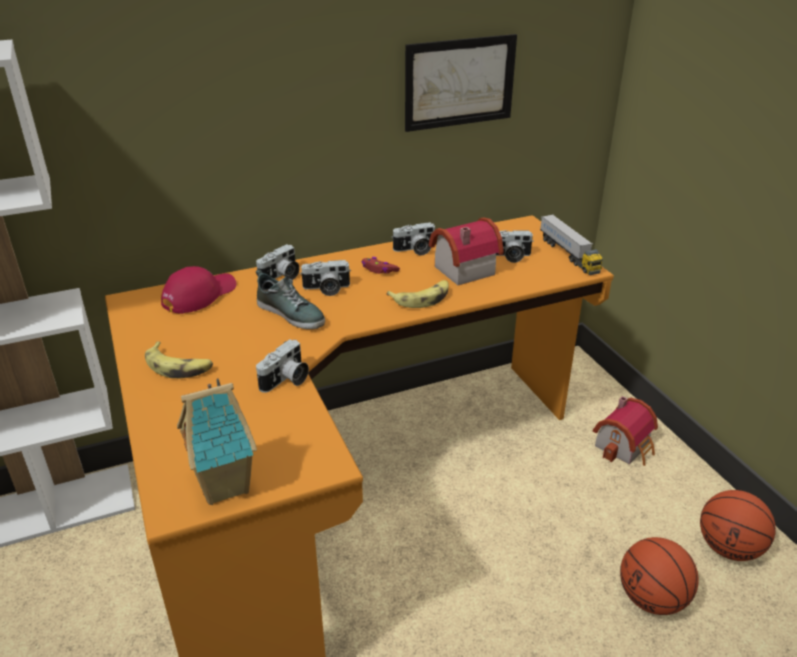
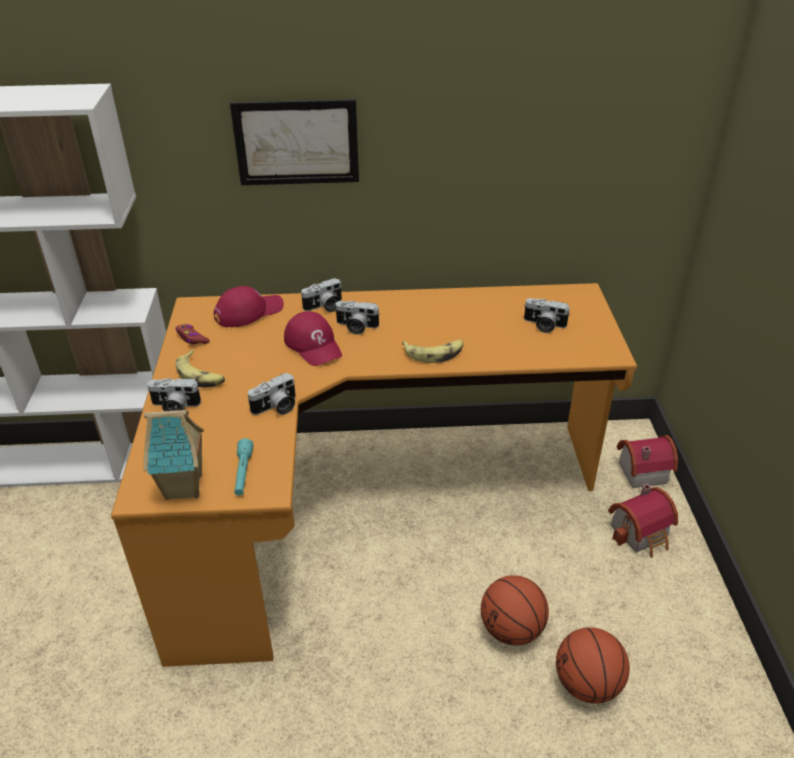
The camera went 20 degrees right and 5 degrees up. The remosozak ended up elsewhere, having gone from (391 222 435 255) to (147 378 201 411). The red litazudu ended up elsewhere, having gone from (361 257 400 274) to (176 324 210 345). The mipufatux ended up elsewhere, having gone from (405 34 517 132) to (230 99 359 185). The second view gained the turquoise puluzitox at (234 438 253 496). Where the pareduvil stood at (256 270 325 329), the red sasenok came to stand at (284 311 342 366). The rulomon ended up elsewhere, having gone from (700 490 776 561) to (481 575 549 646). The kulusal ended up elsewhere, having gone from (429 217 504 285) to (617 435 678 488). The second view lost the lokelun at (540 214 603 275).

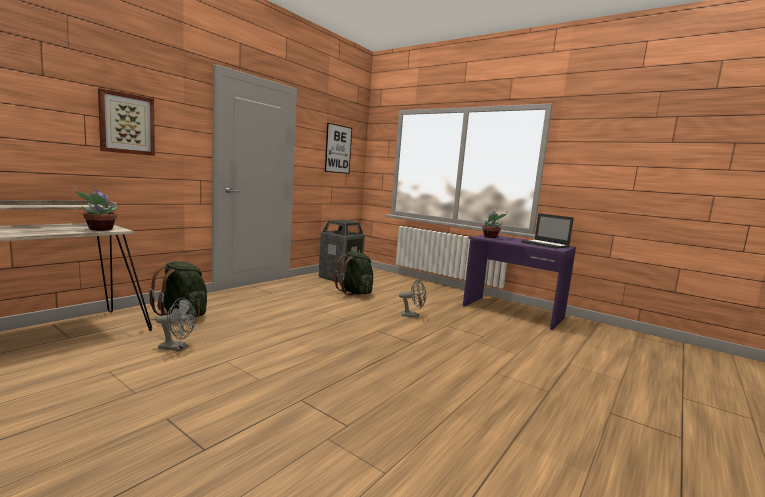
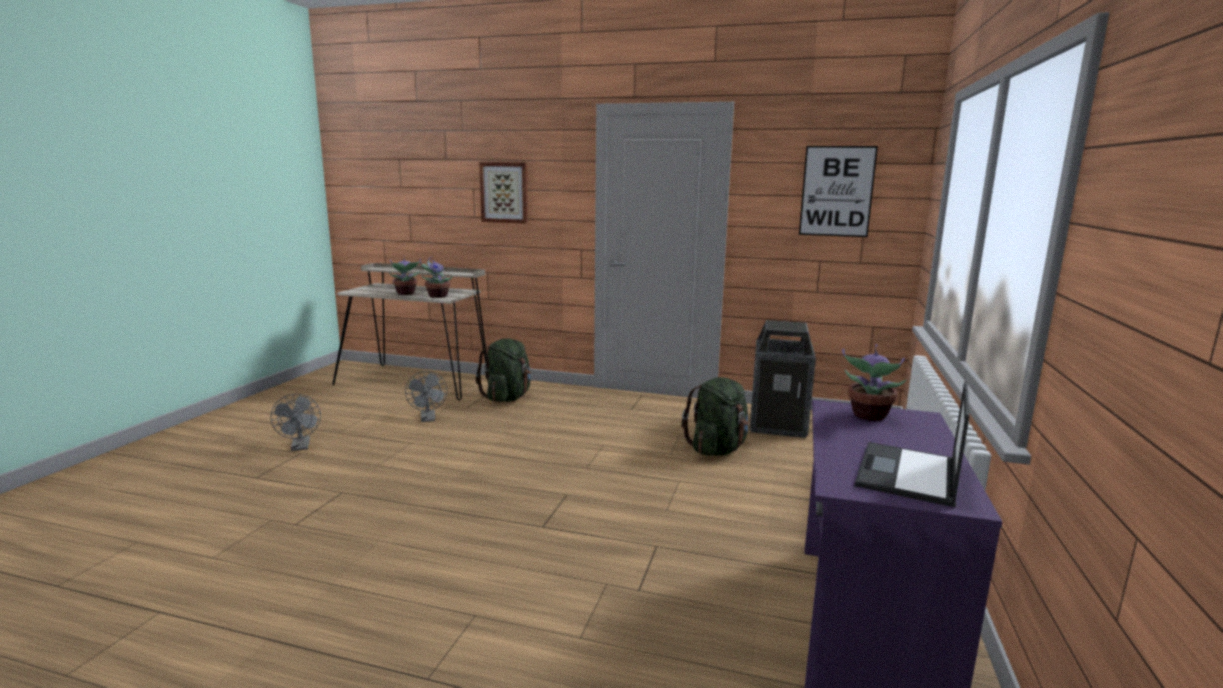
The camera went 70 degrees right and 5 degrees up. The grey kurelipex ended up elsewhere, having gone from (399 279 426 318) to (270 394 321 451). The second view gained the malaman at (389 255 421 295).

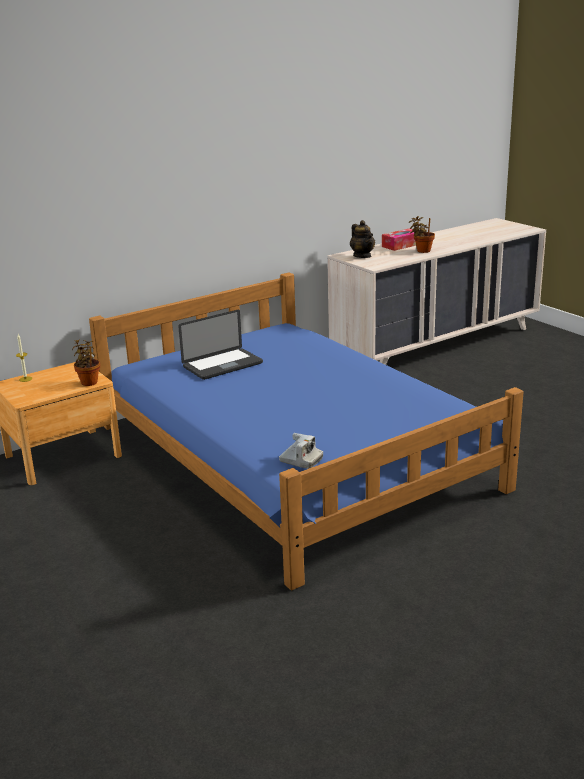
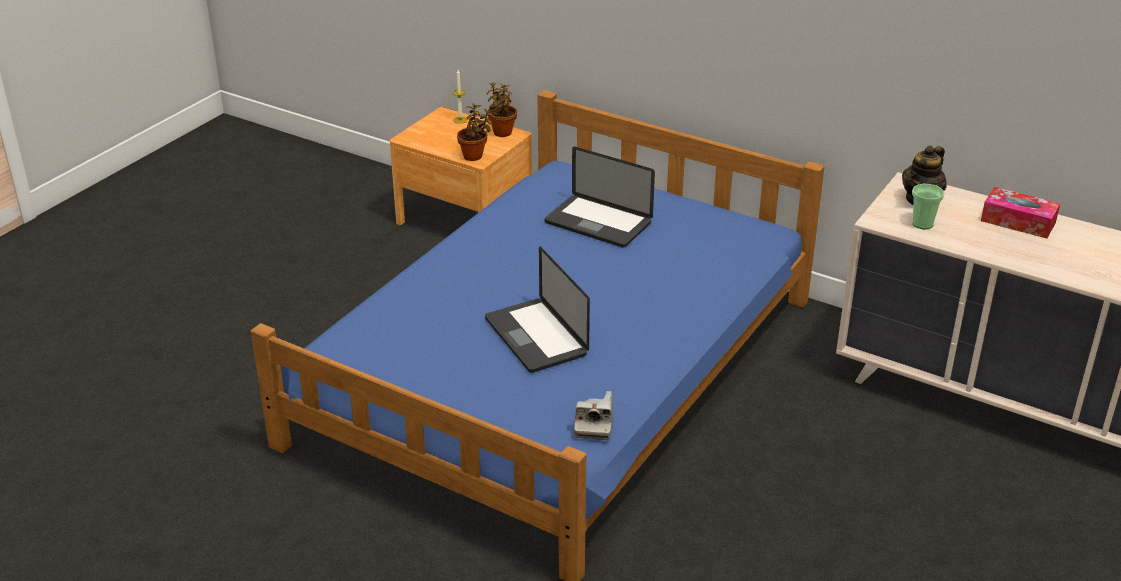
The camera went 65 degrees right and 10 degrees up. The second view gained the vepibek at (485 246 590 373). The malaman ended up elsewhere, having gone from (409 216 435 253) to (487 83 517 137). The remosozak ended up elsewhere, having gone from (279 433 323 469) to (574 391 613 440). The second view gained the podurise at (912 184 944 229).

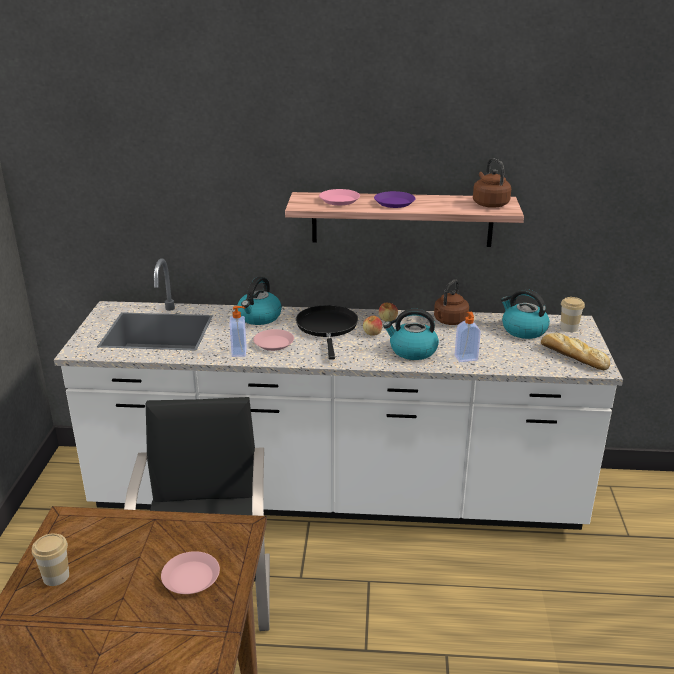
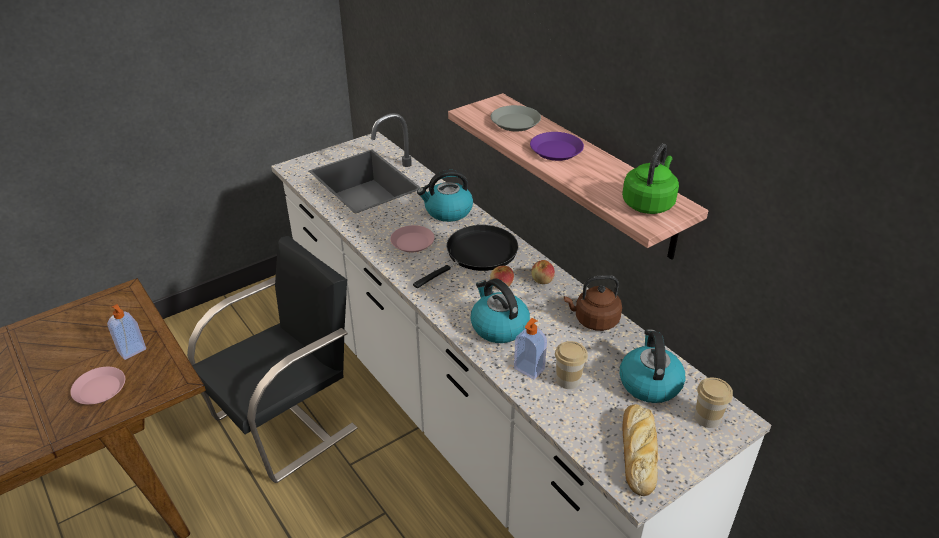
The camera went 50 degrees right and 10 degrees up. The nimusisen ended up elsewhere, having gone from (230 306 247 357) to (107 304 146 360). What was the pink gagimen at (319 189 360 205) turned into the grey gagimen at (491 105 541 131). The podurise ended up elsewhere, having gone from (32 533 69 586) to (555 341 588 389). What was the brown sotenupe at (473 158 511 208) turned into the green sotenupe at (622 143 679 214).

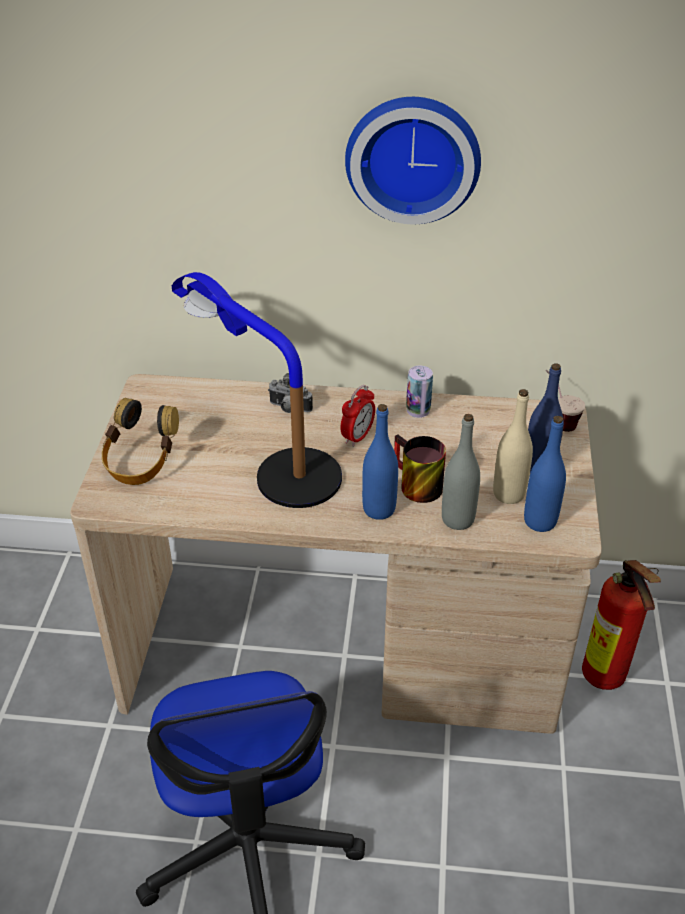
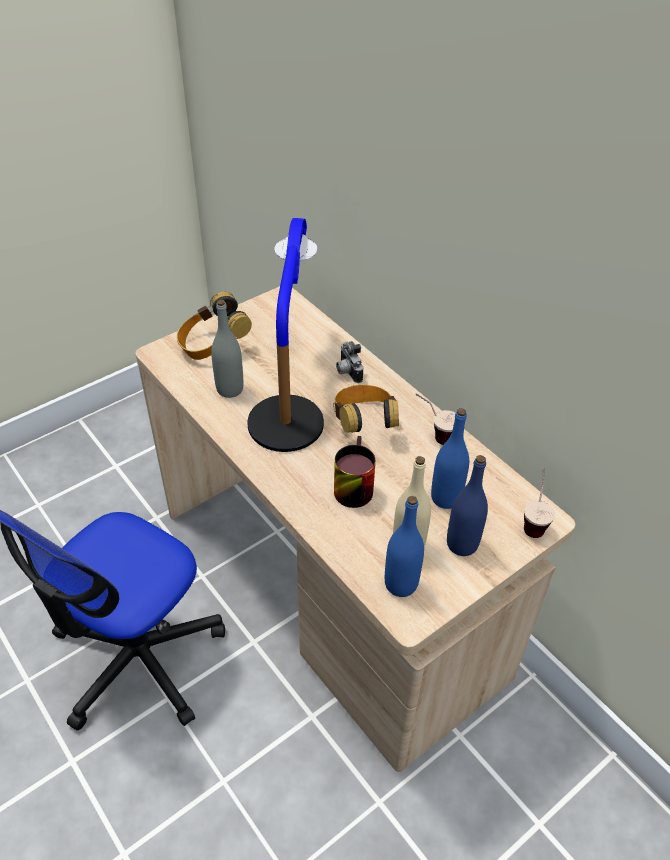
The camera went 45 degrees right and 5 degrees up. The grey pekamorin ended up elsewhere, having gone from (442 414 480 530) to (211 299 243 398). Where the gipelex stood at (340 385 375 447), the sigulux came to stand at (333 385 399 433). Where the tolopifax stood at (406 366 433 418), the podurise came to stand at (415 393 456 445). The blue pekamorin ended up elsewhere, having gone from (362 404 398 520) to (431 408 469 509). The second view lost the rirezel at (345 97 481 224). The second view lost the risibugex at (582 560 661 690).

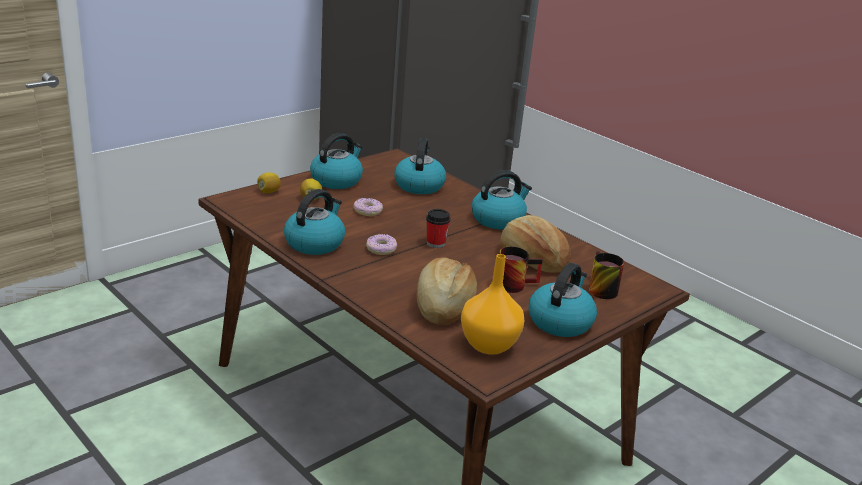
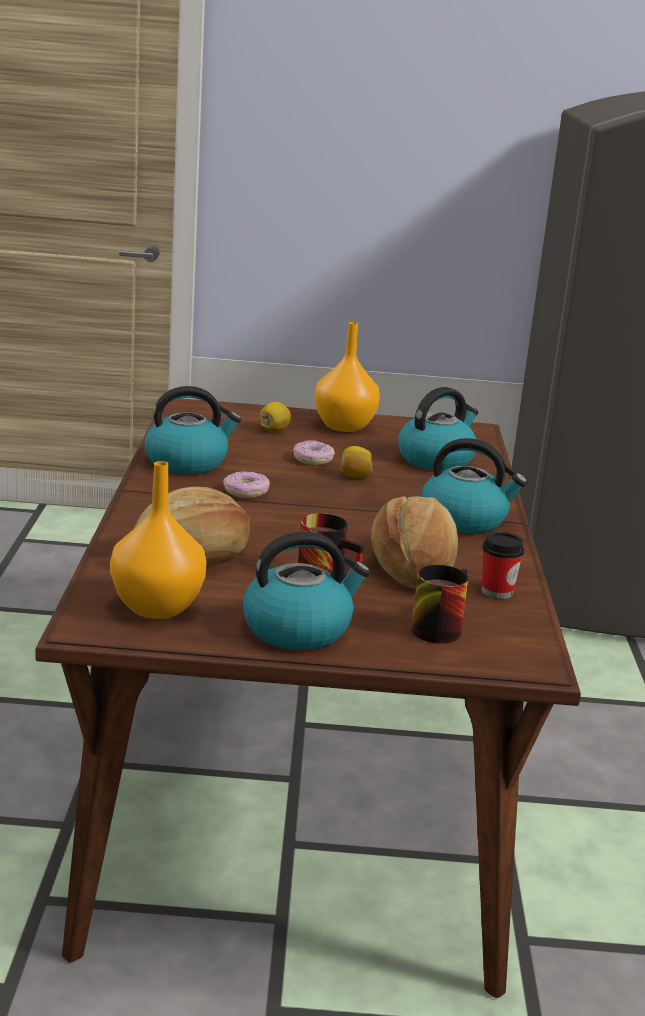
The camera went 45 degrees right and 5 degrees down. Where the sotenupe stood at (310 133 363 189), the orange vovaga came to stand at (314 322 380 432). The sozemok ended up elsewhere, having gone from (257 172 281 193) to (340 446 373 478). The podurise ended up elsewhere, having gone from (426 209 450 248) to (482 532 524 599).

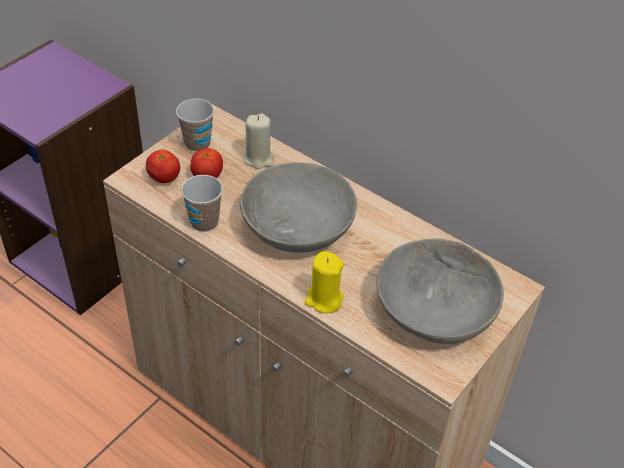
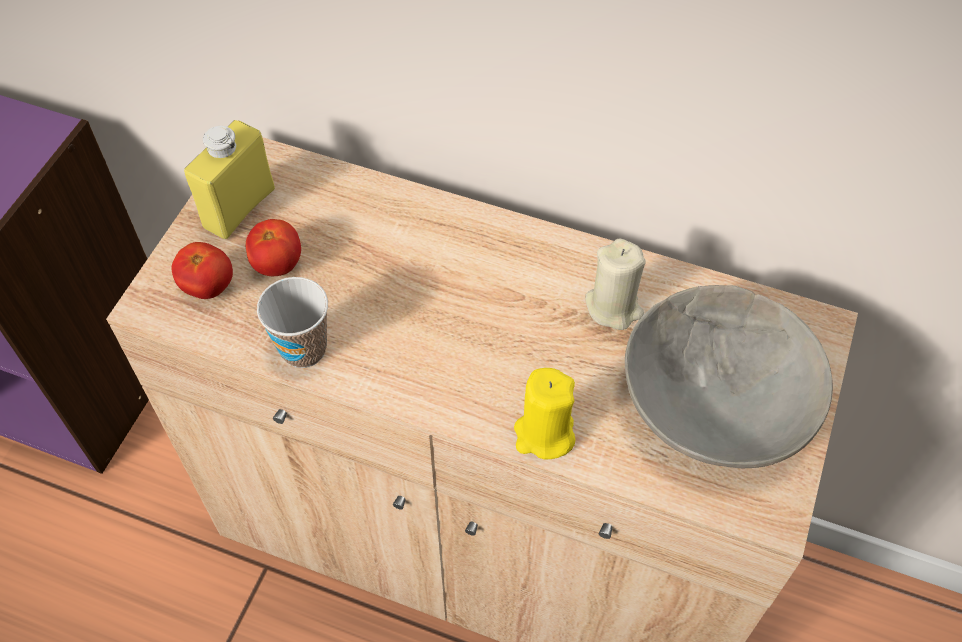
The camera went 15 degrees left and 10 degrees up. Where the podurise stood at (176 99 214 151), the yellow pekamorin came to stand at (184 120 275 239). The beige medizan ended up elsewhere, having gone from (244 114 274 169) to (585 238 646 330). The second view lost the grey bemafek at (240 162 357 253).

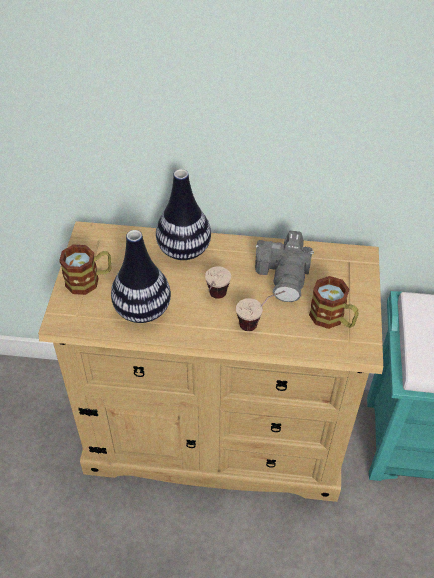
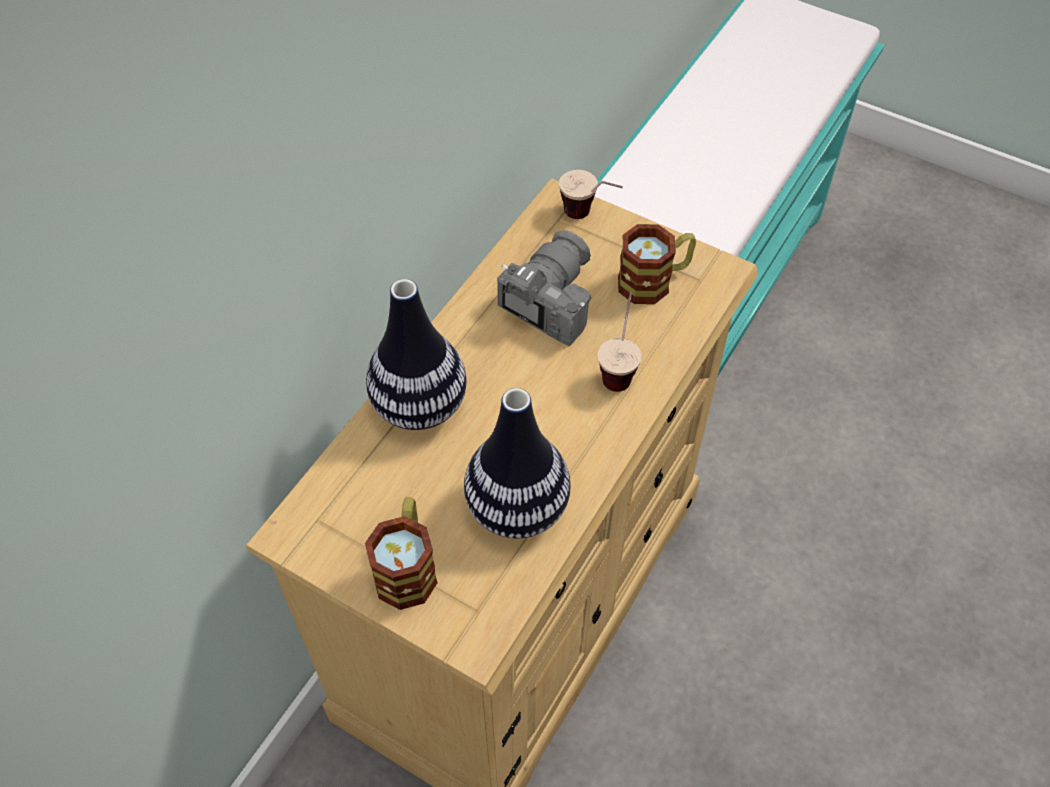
The camera went 65 degrees left and 5 degrees up. The remosozak at (255 230 314 302) ended up facing another way, 90 degrees counterclockwise from before. The podurise ended up elsewhere, having gone from (205 266 231 299) to (559 170 623 219).

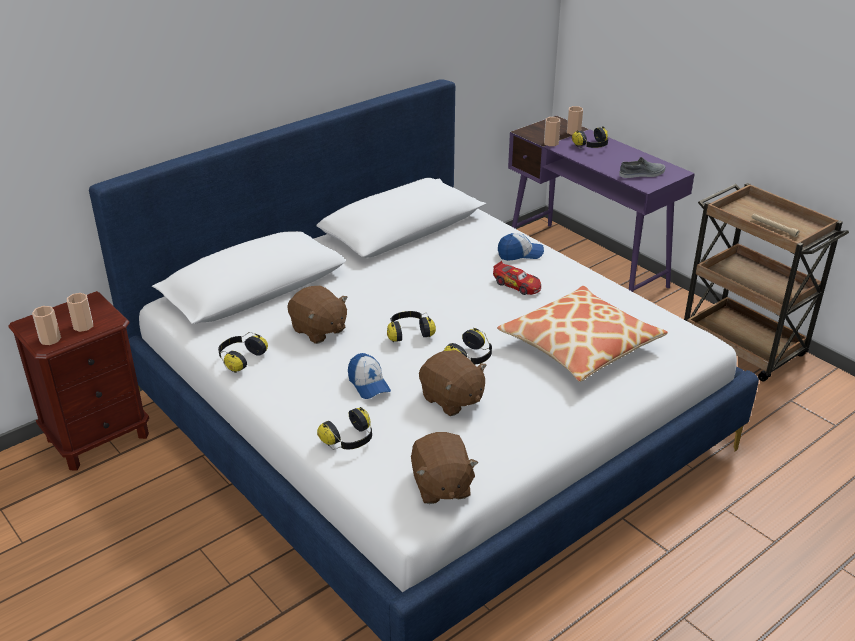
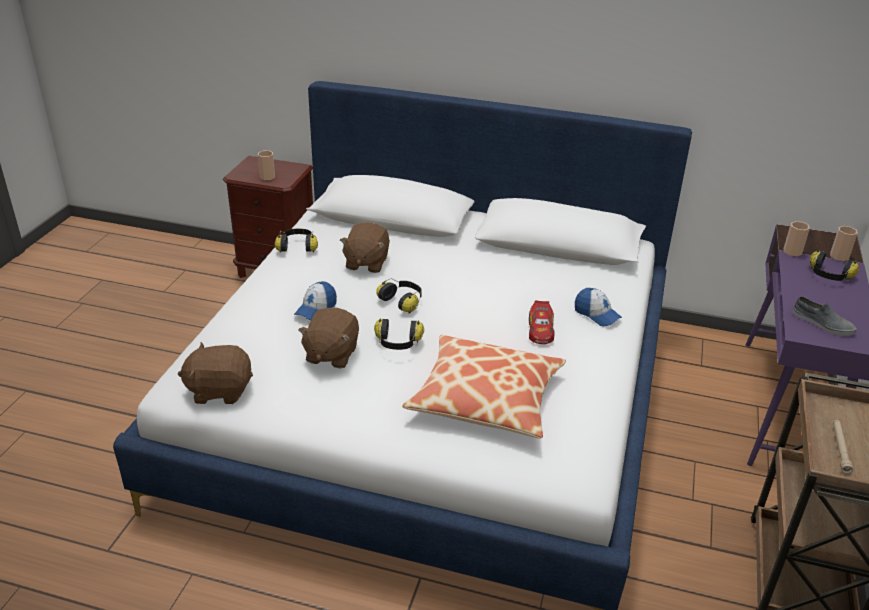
The camera went 55 degrees right and 0 degrees up. The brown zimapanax at (411 432 478 504) ended up facing another way, 45 degrees clockwise from before. The second view lost the podurise at (32 306 61 345). The second view lost the sigulux at (317 407 372 450).

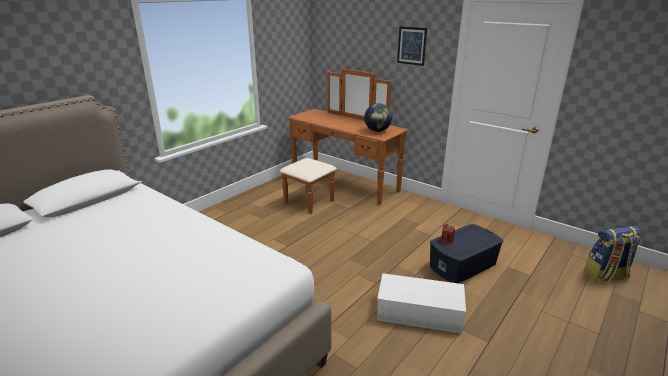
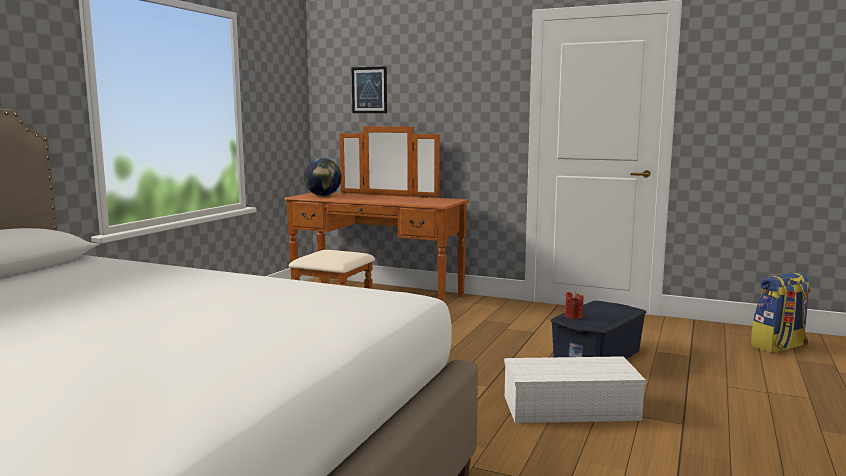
The camera went 15 degrees left and 15 degrees down. The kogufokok ended up elsewhere, having gone from (364 103 392 132) to (304 158 342 196). The mipufatux ended up elsewhere, having gone from (397 26 427 66) to (352 66 387 113).

